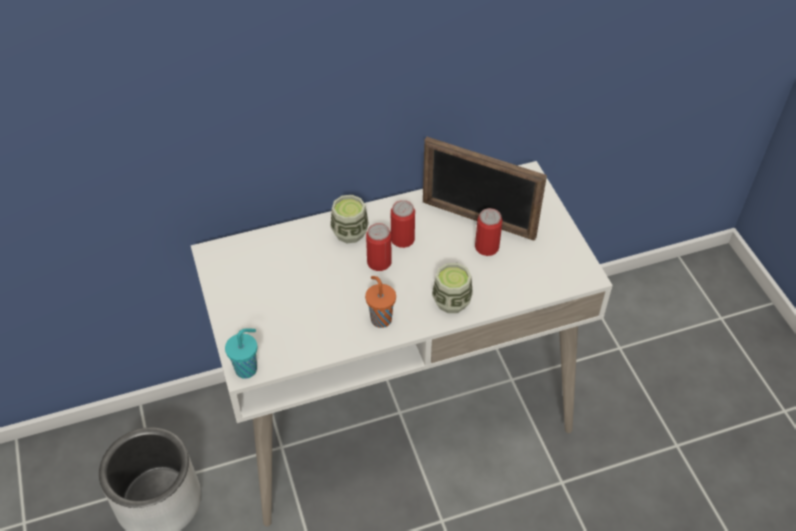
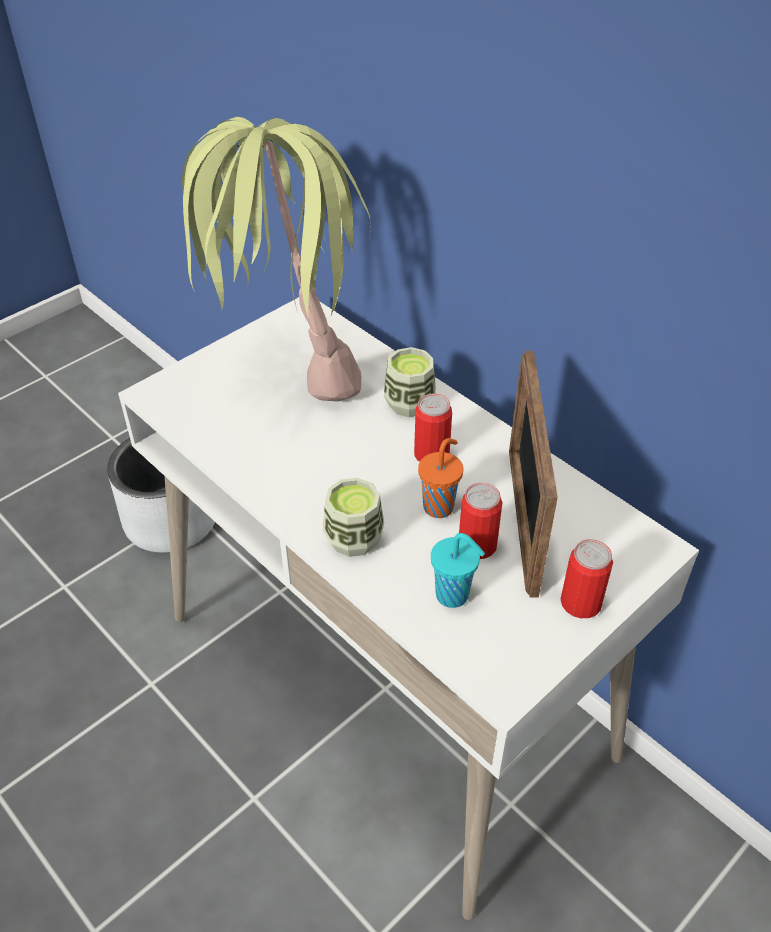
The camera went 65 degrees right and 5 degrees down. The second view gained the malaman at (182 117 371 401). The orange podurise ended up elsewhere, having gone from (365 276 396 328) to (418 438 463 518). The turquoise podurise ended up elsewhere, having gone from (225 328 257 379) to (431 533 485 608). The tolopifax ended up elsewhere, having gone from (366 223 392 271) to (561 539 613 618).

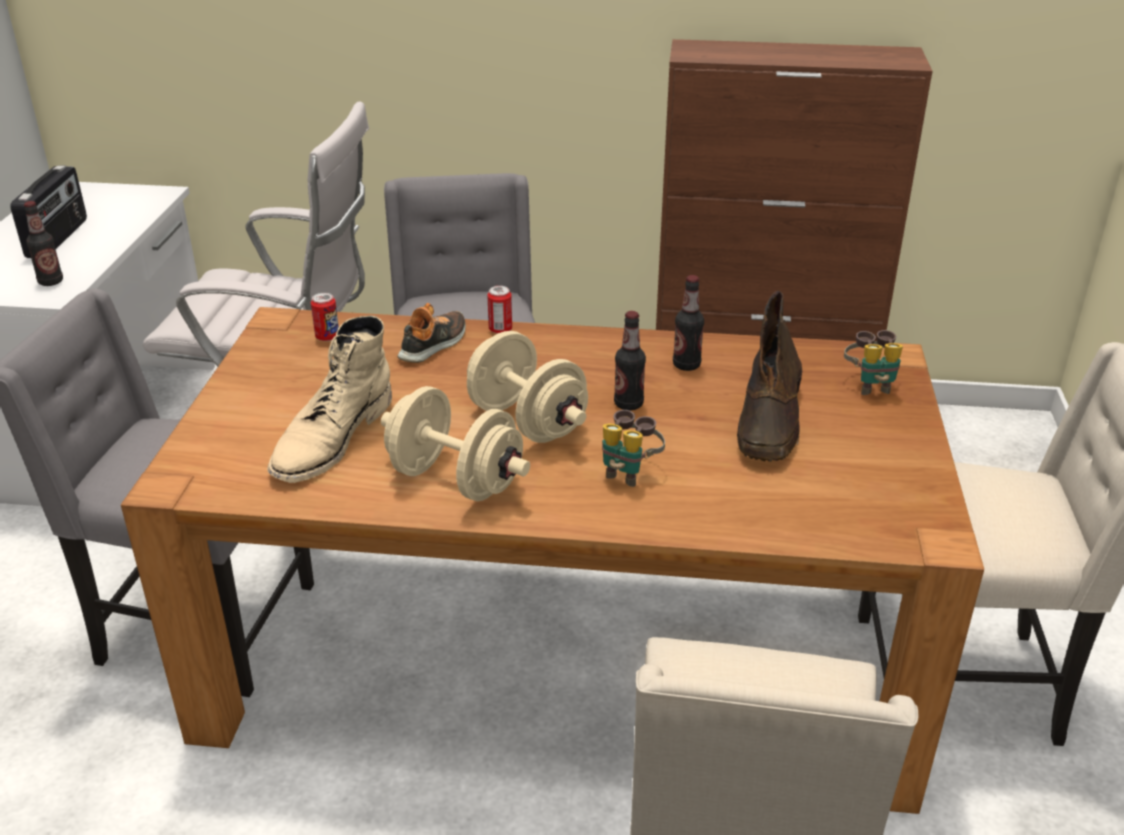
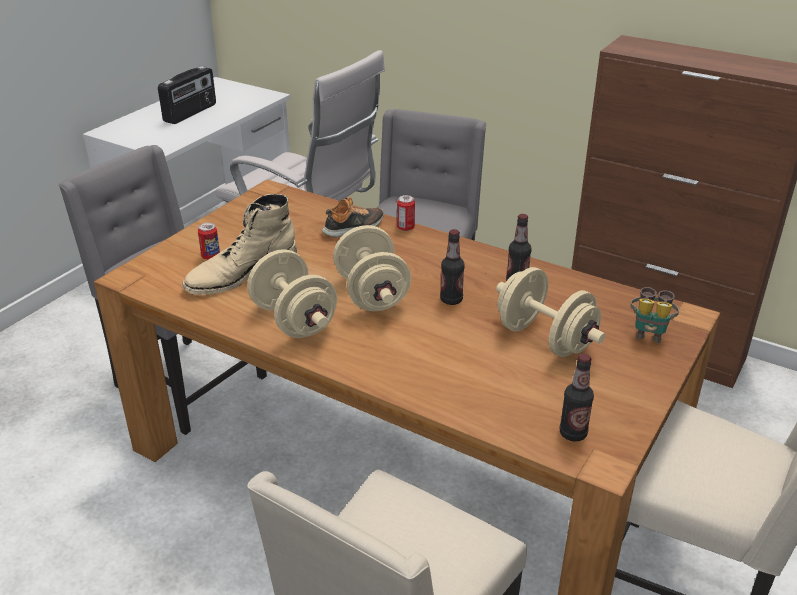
The camera went 25 degrees right and 0 degrees up. The tolopifax ended up elsewhere, having gone from (311 293 339 341) to (198 223 220 260). Where the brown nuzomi stood at (737 291 802 462), the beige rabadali came to stand at (496 267 605 357). The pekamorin ended up elsewhere, having gone from (24 201 63 286) to (560 354 594 441). The second view lost the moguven at (602 410 665 487).

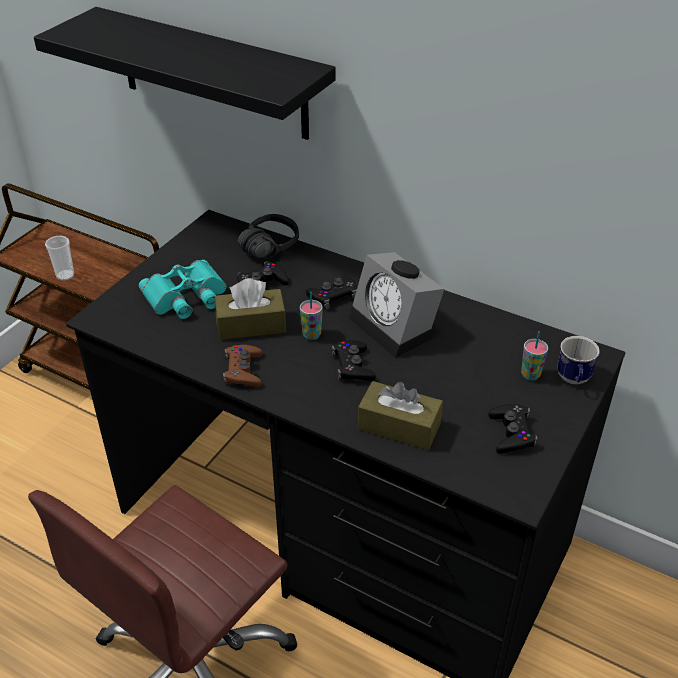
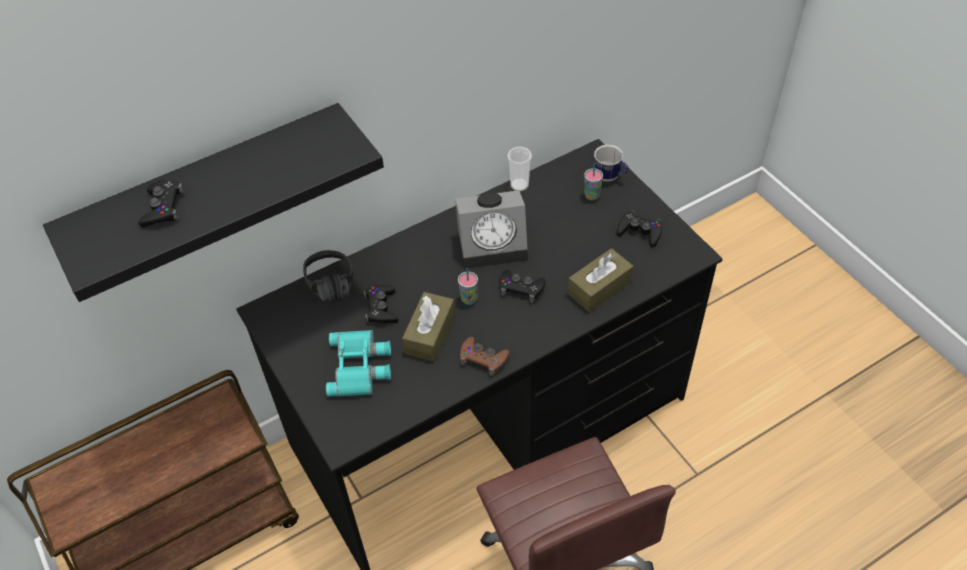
The camera went 60 degrees left and 10 degrees up. The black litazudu ended up elsewhere, having gone from (306 276 357 309) to (138 180 184 227). The podurise ended up elsewhere, having gone from (45 236 74 281) to (507 147 532 191).

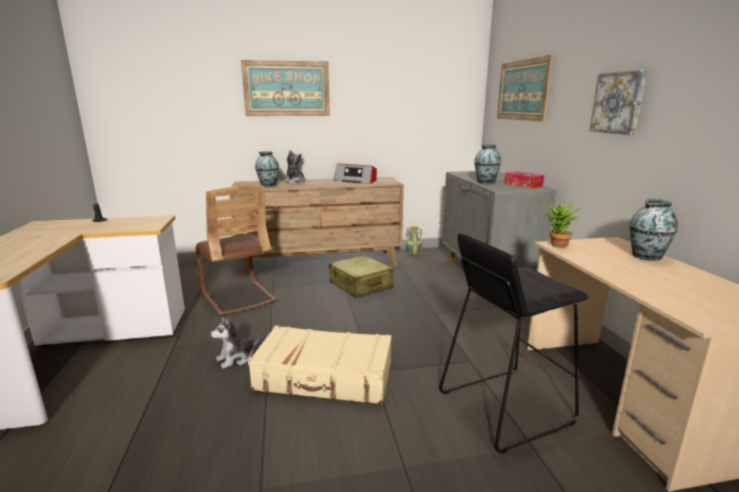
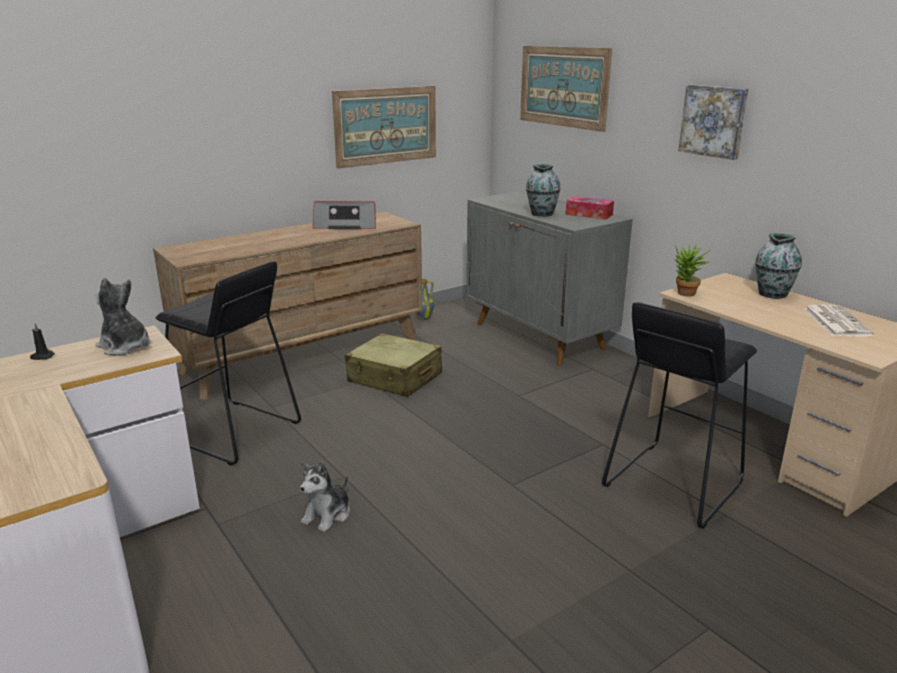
The camera went 25 degrees left and 5 degrees up. The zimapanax ended up elsewhere, having gone from (284 150 305 184) to (96 278 150 356). Where the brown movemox stood at (196 185 277 316), the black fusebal came to stand at (155 261 301 466). The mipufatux ended up elsewhere, having gone from (241 60 330 116) to (332 86 436 169). The second view gained the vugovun at (804 304 874 337). The second view lost the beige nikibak at (248 326 392 405). The second view lost the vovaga at (255 151 279 187).

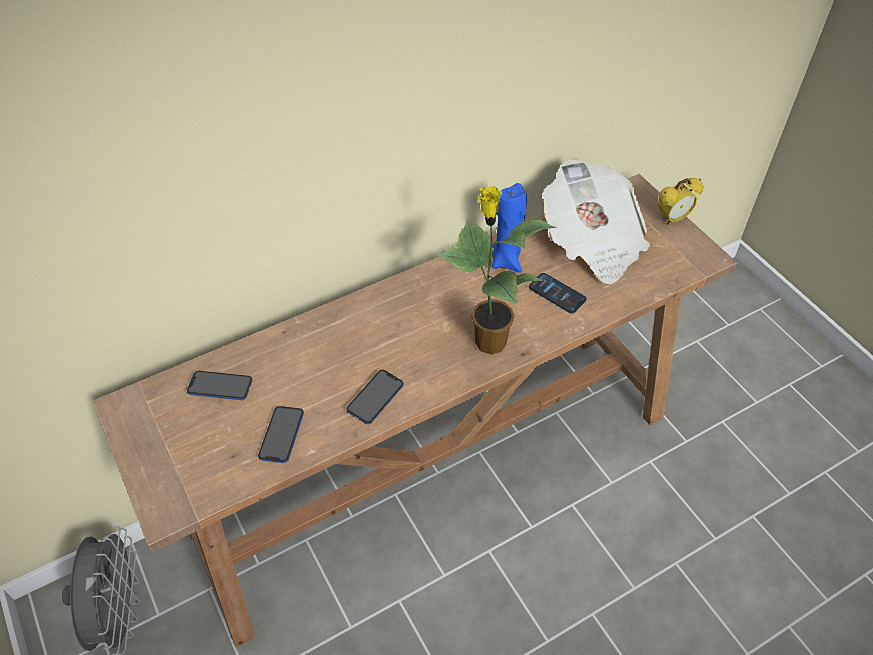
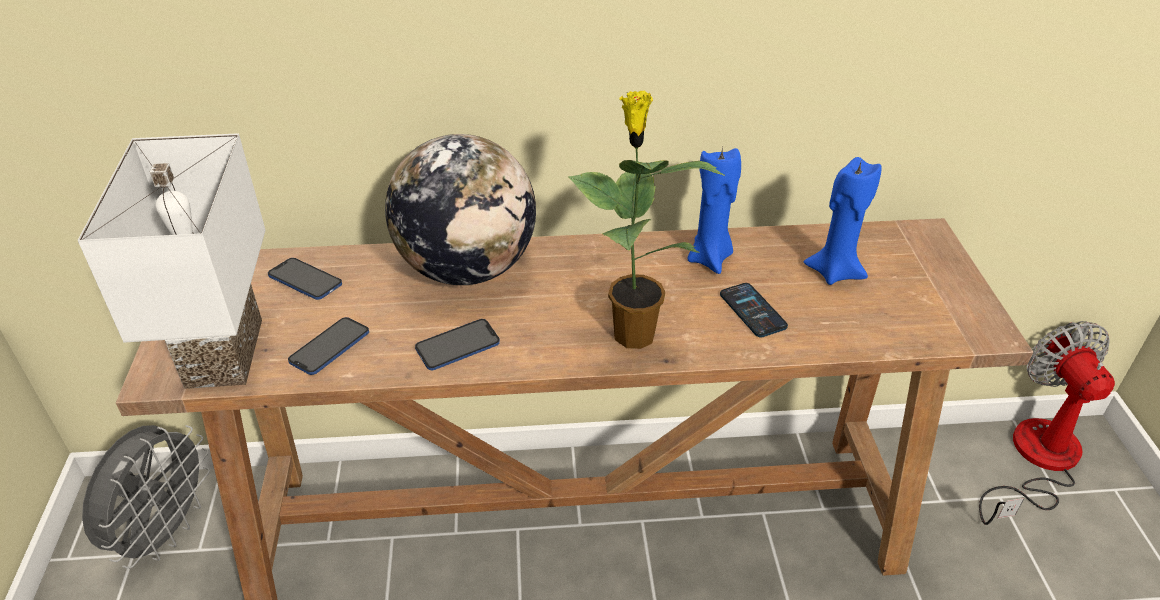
The camera went 25 degrees right and 10 degrees down. The second view gained the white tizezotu at (78 133 266 389). The second view gained the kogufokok at (385 134 536 285). Where the vugovun stood at (542 159 650 284), the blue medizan came to stand at (804 157 882 285). The second view gained the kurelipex at (979 321 1115 525). The second view lost the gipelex at (658 178 703 225).

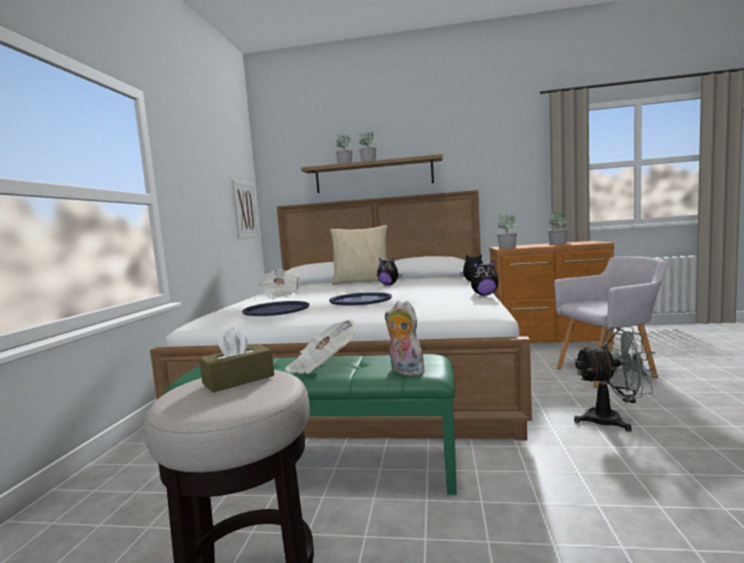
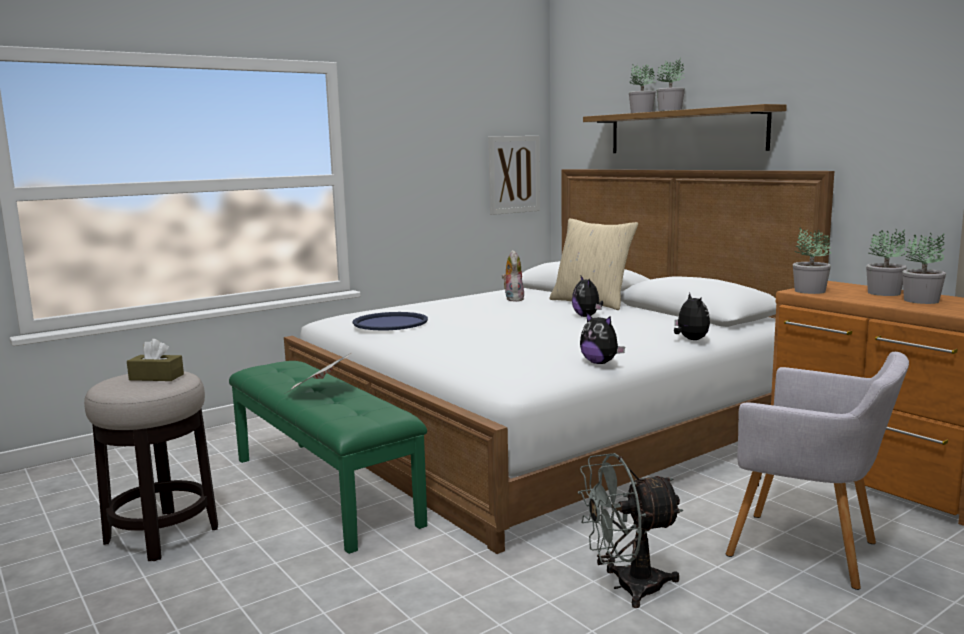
The camera went 45 degrees right and 5 degrees up. The zimapanax ended up elsewhere, having gone from (385 301 427 376) to (502 250 524 301). The grey kurelipex at (574 326 658 432) ended up facing another way, 120 degrees clockwise from before. The second view gained the malaman at (866 229 907 296). The second view lost the vugovun at (260 269 300 298). The second view lost the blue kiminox at (329 292 392 306).

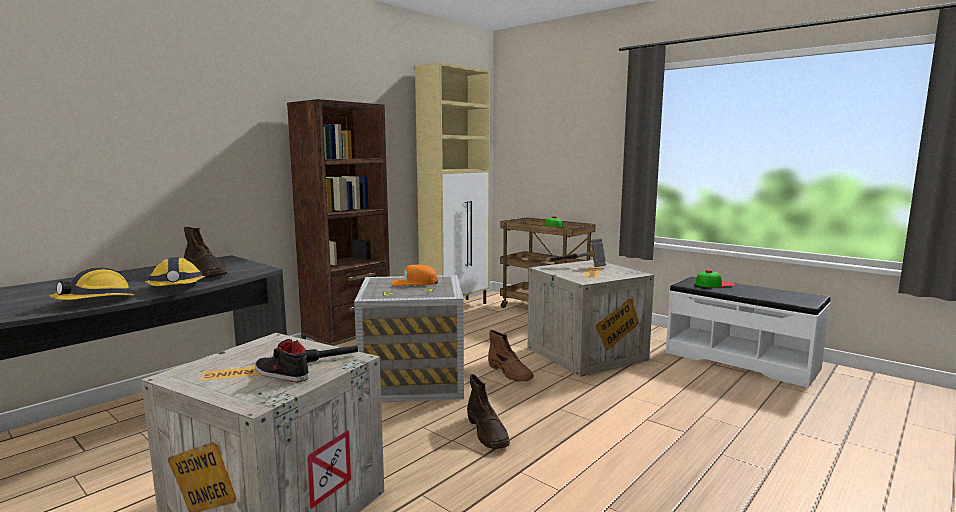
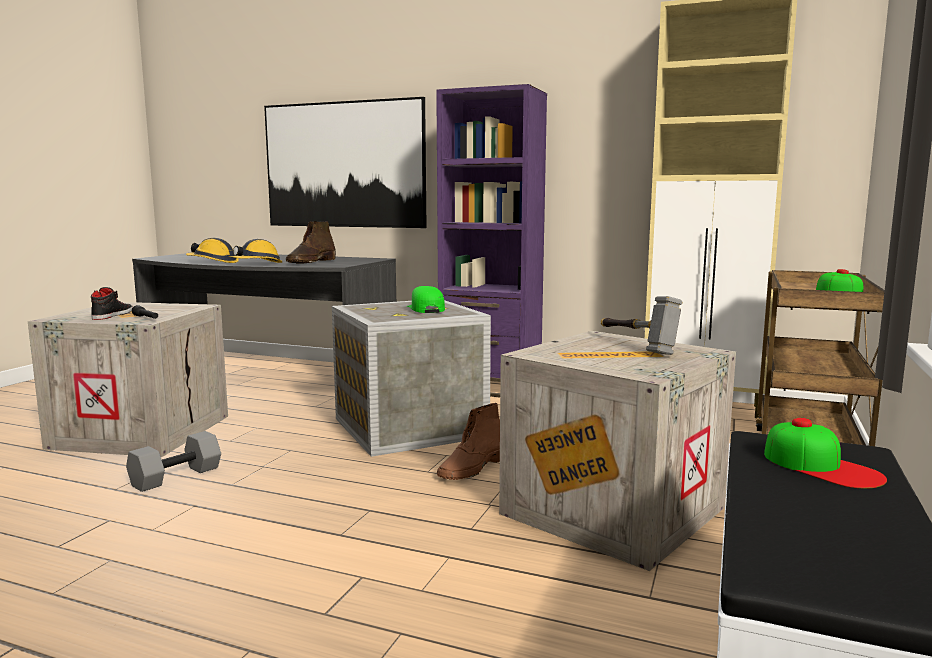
The camera went 70 degrees right and 0 degrees up. The second view gained the grey rabadali at (126 431 221 492). The second view gained the mipufatux at (264 97 427 228). What was the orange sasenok at (392 265 438 286) turned into the green sasenok at (407 286 445 313). What was the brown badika at (287 99 390 346) turned into the purple badika at (436 84 547 397). The second view lost the brown nuzomi at (467 374 510 449).

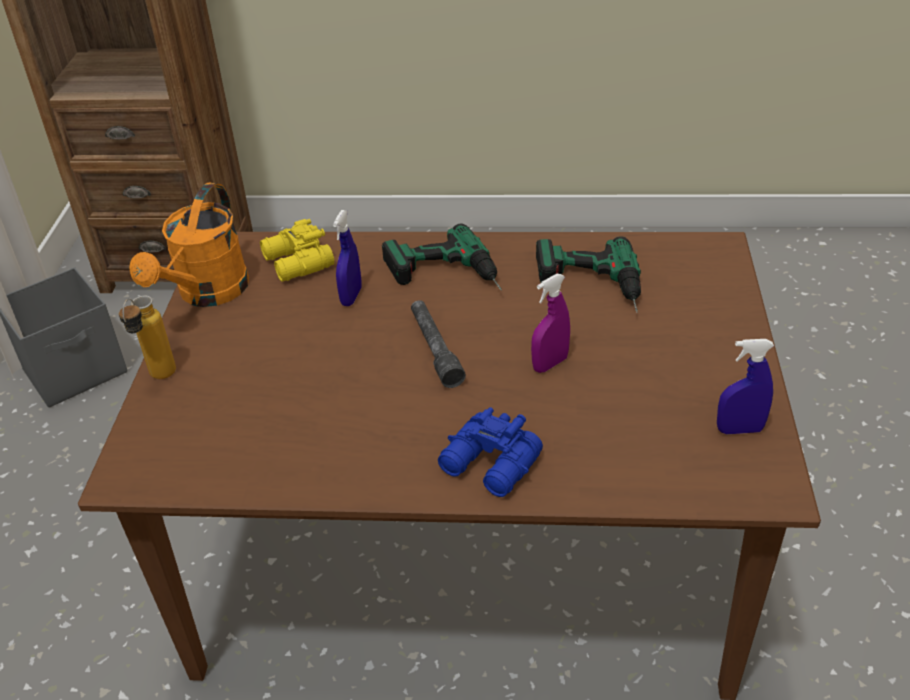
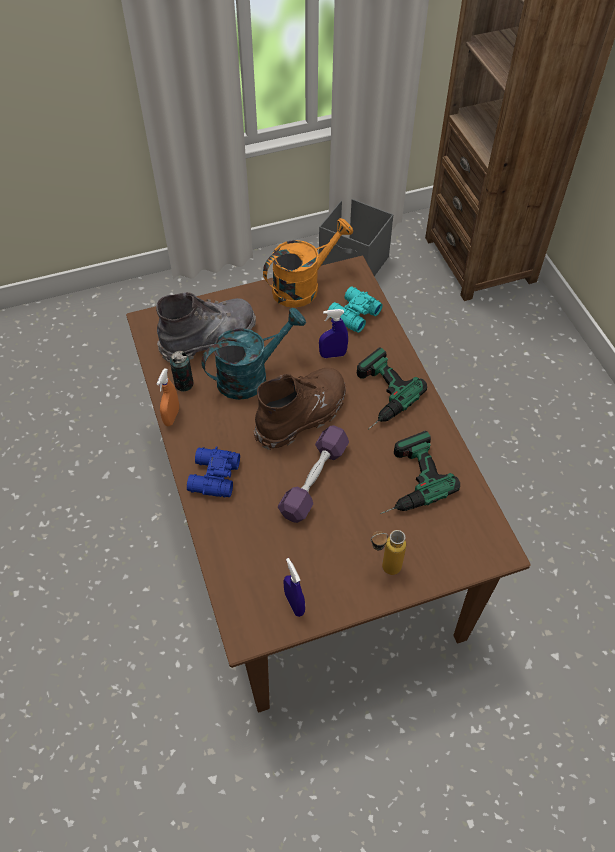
The camera went 65 degrees right and 15 degrees up. The second view gained the grey nuzomi at (156 292 256 362). The second view gained the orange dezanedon at (157 368 179 426). The second view gained the tolopifax at (170 351 194 392). The second view gained the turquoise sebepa at (201 308 306 400). Where the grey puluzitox stood at (411 300 466 388), the brown nuzomi came to stand at (253 368 346 451). The orange sebepa at (129 182 249 307) ended up facing another way, 150 degrees clockwise from before. Where the purple dezanedon stood at (531 274 570 373), the purple rabadali came to stand at (278 425 349 523). What was the yellow moguven at (260 219 335 282) turned into the turquoise moguven at (328 287 383 333). The pekamorin ended up elsewhere, having gone from (119 296 176 379) to (371 530 406 575).

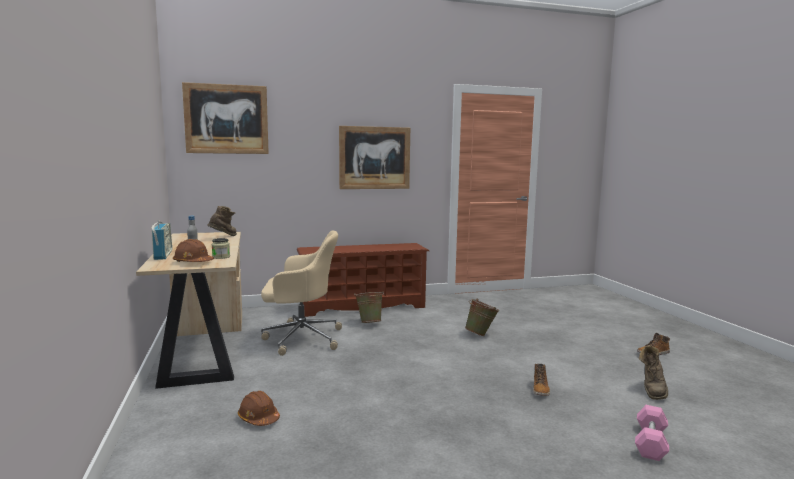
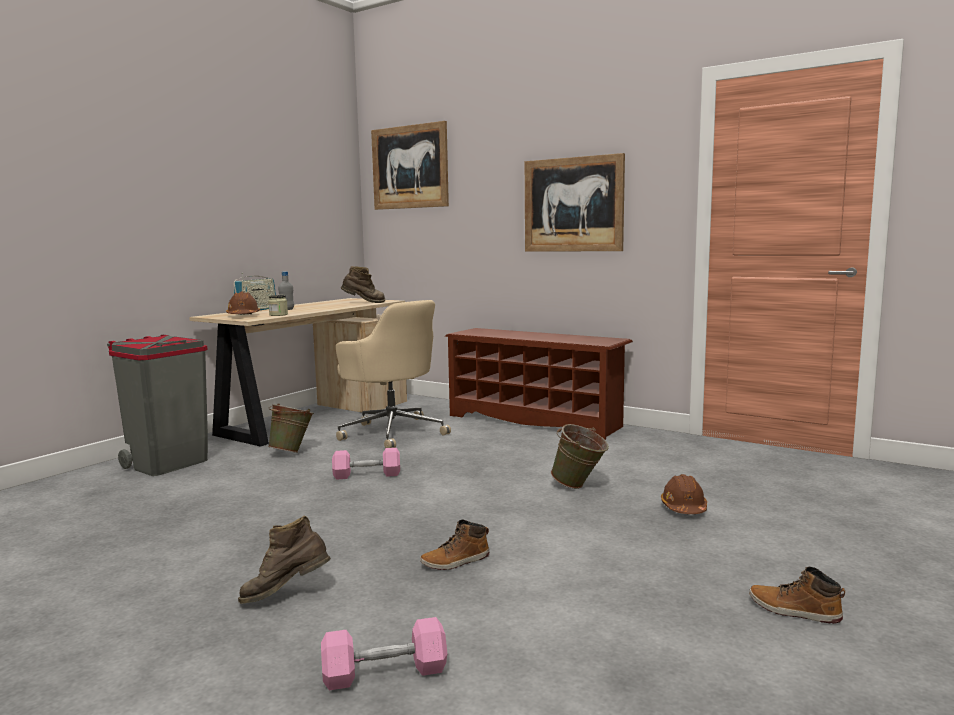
The camera went 50 degrees right and 0 degrees up. The second view gained the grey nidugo at (107 335 208 476). The brown nuzomi ended up elsewhere, having gone from (639 345 668 400) to (238 516 331 604). The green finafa ended up elsewhere, having gone from (354 292 384 323) to (268 403 314 453). The second view gained the pink rabadali at (332 448 400 480). The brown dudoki ended up elsewhere, having gone from (238 391 280 426) to (661 474 707 514).

